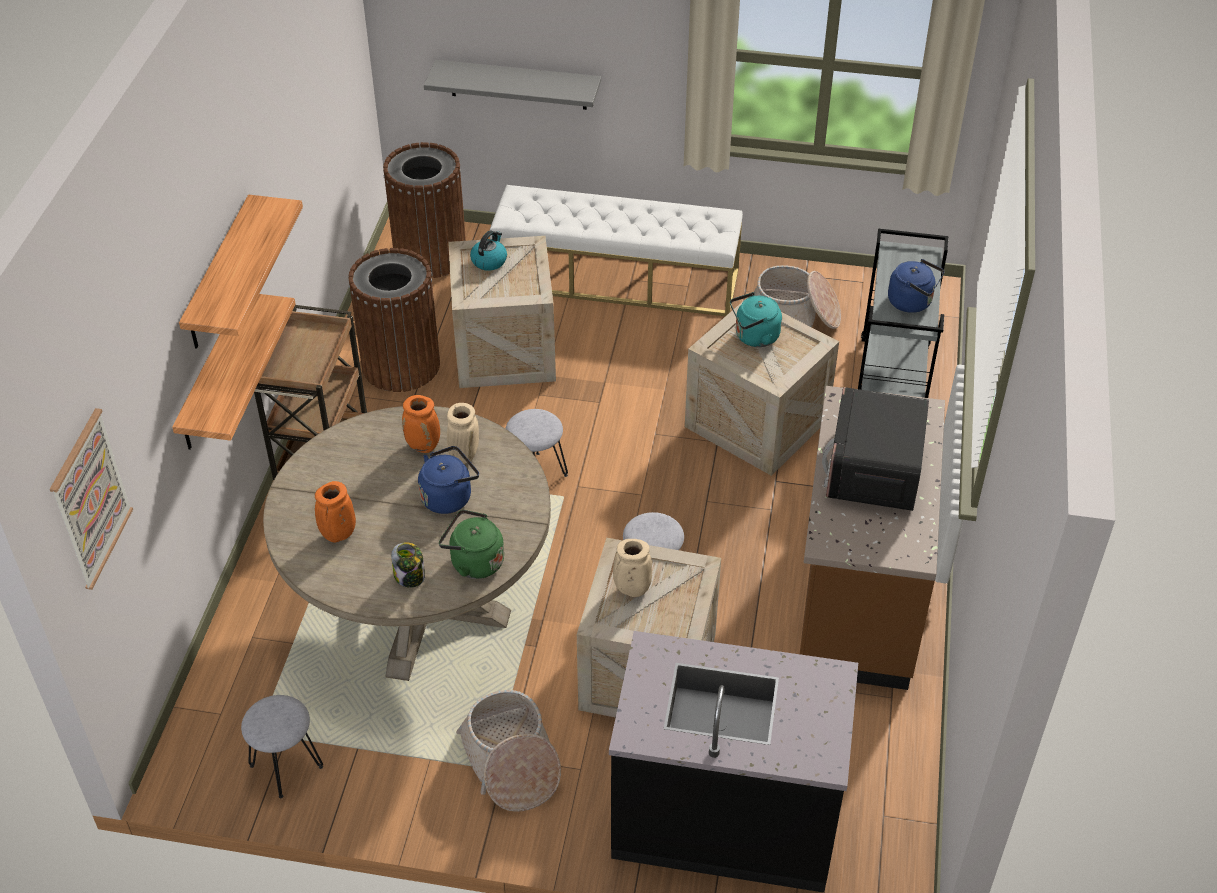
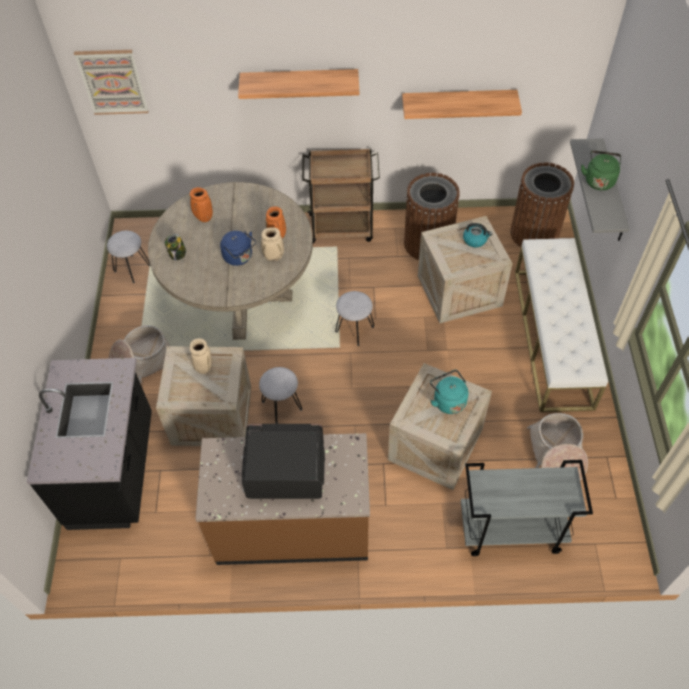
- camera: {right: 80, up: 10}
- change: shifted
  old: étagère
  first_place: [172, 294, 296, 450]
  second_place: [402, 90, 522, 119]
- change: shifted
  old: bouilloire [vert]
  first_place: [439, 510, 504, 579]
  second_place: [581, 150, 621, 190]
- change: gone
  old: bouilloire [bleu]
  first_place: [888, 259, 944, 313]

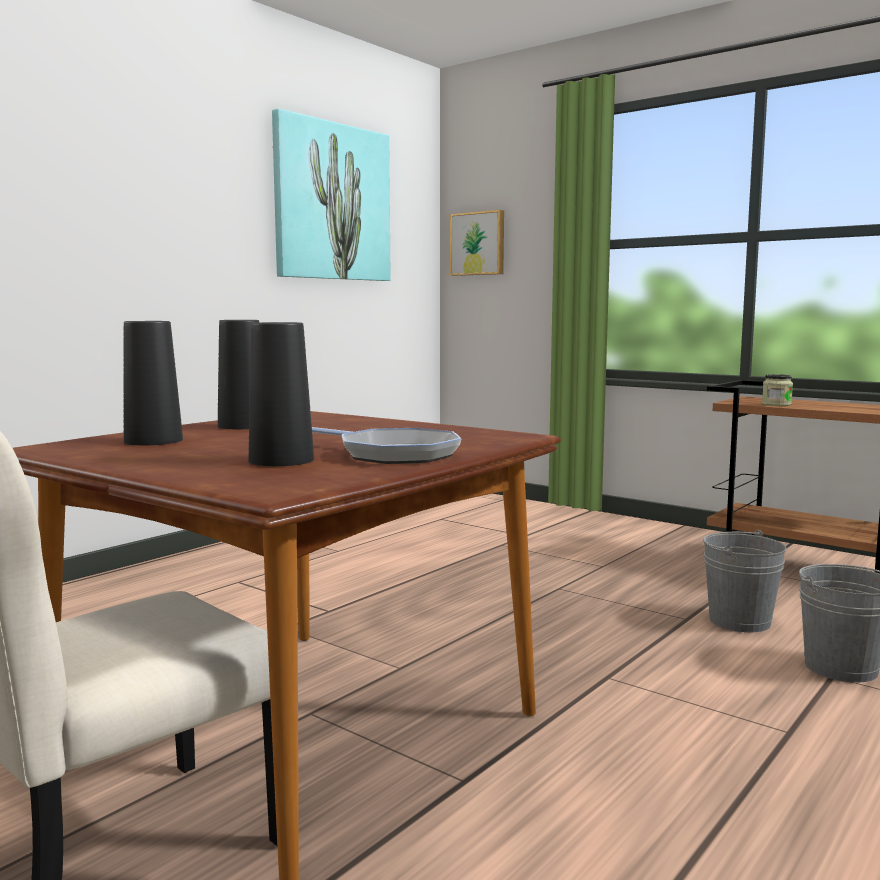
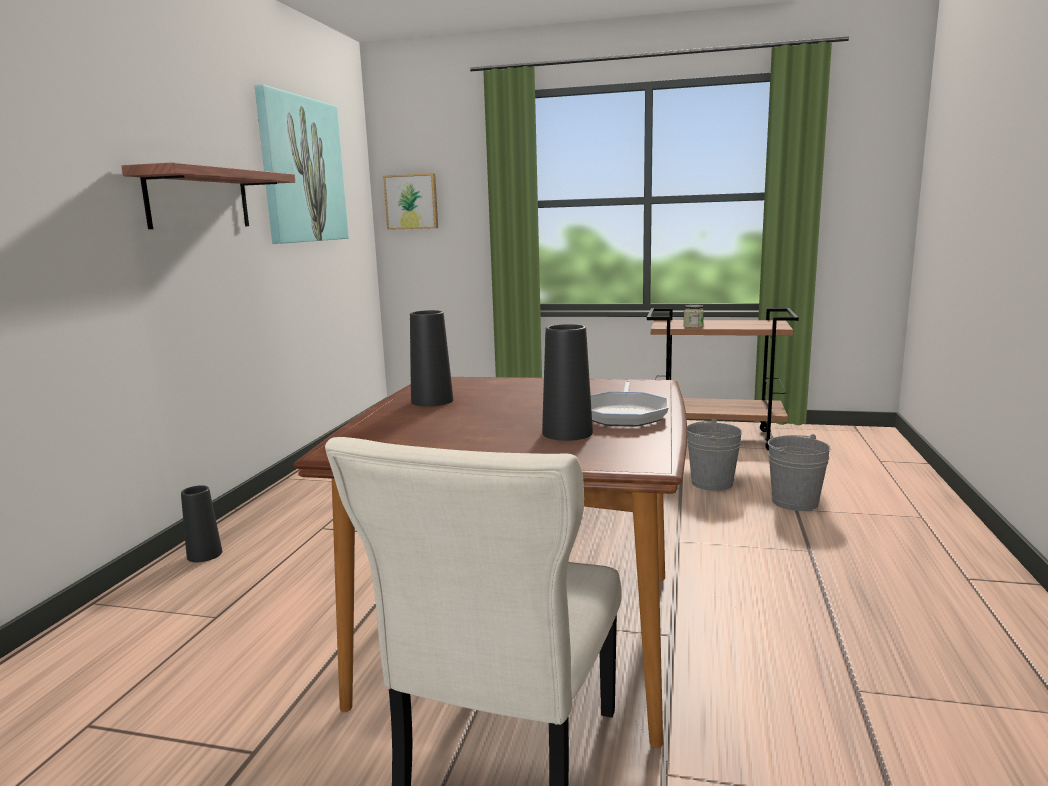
- camera: {right: -25, up: 5}
- change: new
  new: étagère
  second_place: [122, 162, 295, 229]
- change: shifted
  old: vase [noir]
  first_place: [123, 321, 183, 445]
  second_place: [181, 485, 222, 562]
- change: rotated
  old: poêle
  first_place: [312, 427, 462, 464]
  second_place: [591, 381, 669, 426]
  degrees: 90

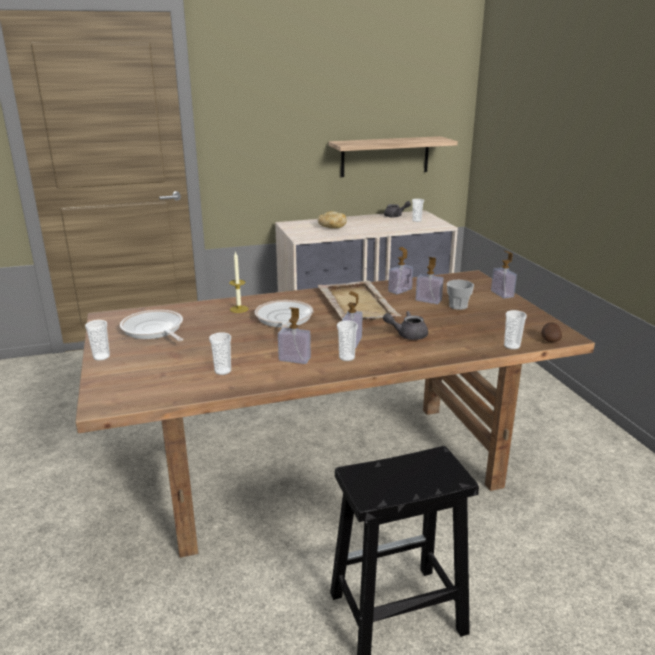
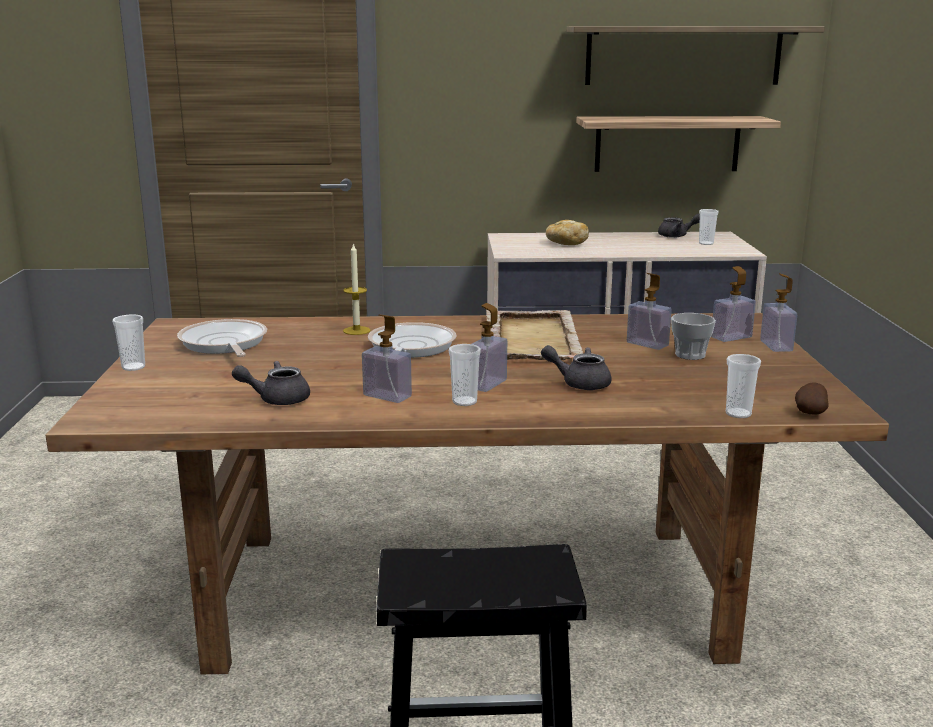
- camera: {right: 15, up: -5}
- change: swapped
  old: tasse
  new: théière [gris]
  first_place: [209, 332, 231, 375]
  second_place: [232, 361, 310, 405]
- change: new
  new: étagère
  second_place: [566, 26, 825, 85]
- change: shifted
  old: distributeur de savon
  first_place: [388, 247, 413, 294]
  second_place: [711, 266, 756, 342]

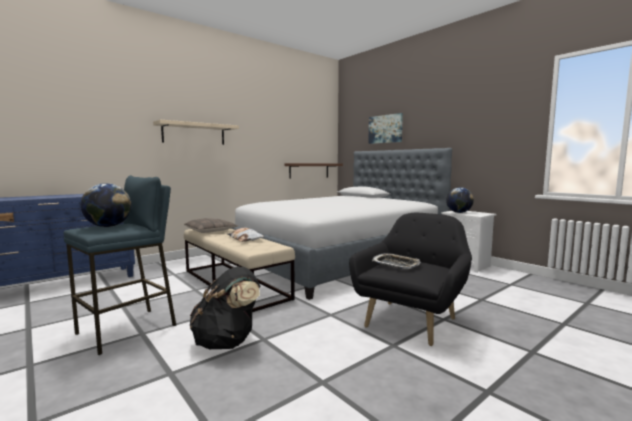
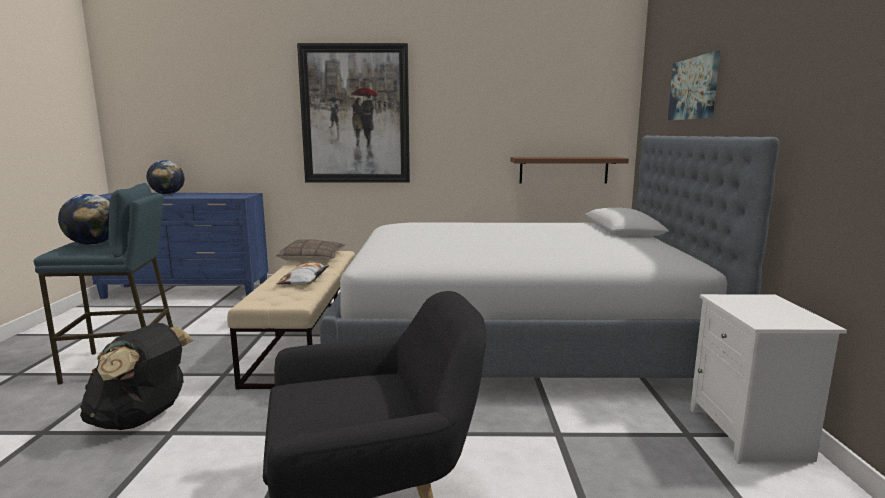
- camera: {right: 40, up: 5}
- change: shifted
  old: globe
  first_place: [446, 187, 474, 213]
  second_place: [146, 160, 185, 194]
- change: swapped
  old: étagère [beige]
  new: tableau
  first_place: [153, 120, 239, 145]
  second_place: [297, 43, 410, 183]
- change: gone
  old: plateau
  first_place: [372, 253, 420, 269]

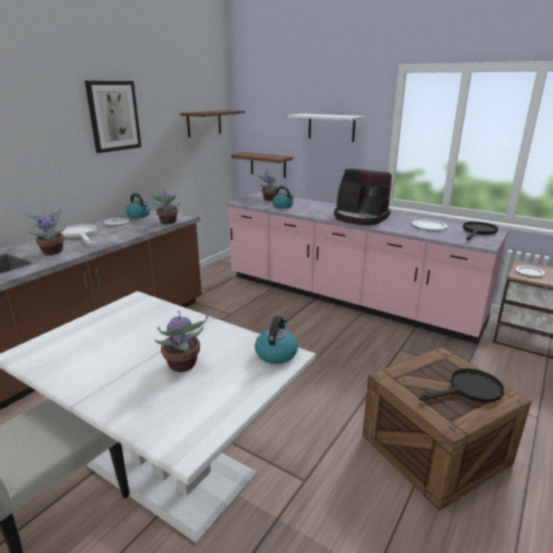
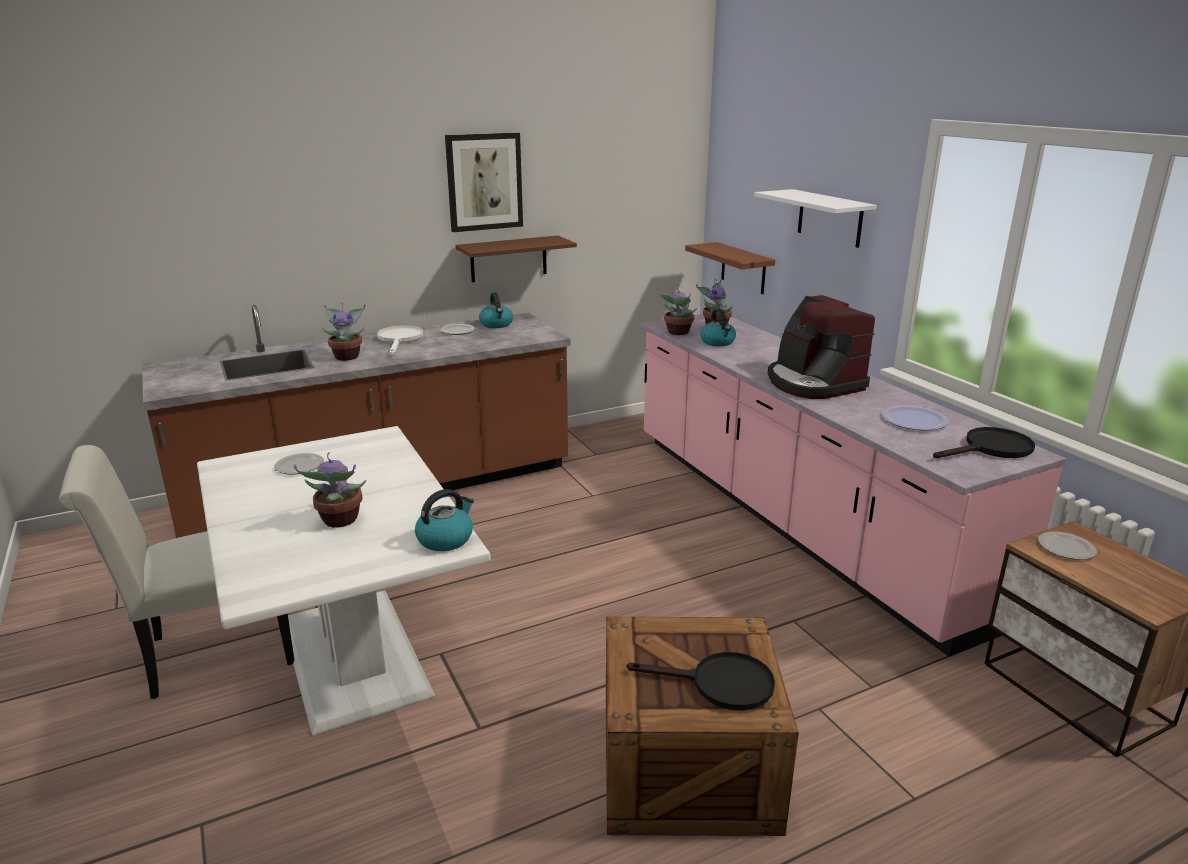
- camera: {right: 30, up: 0}
- change: new
  new: assiette
  second_place: [274, 453, 324, 474]
- change: shifted
  old: étagère [marron]
  first_place: [180, 110, 245, 138]
  second_place: [456, 236, 577, 282]
- change: shifted
  old: plante en pot
  first_place: [149, 188, 180, 224]
  second_place: [657, 285, 697, 335]

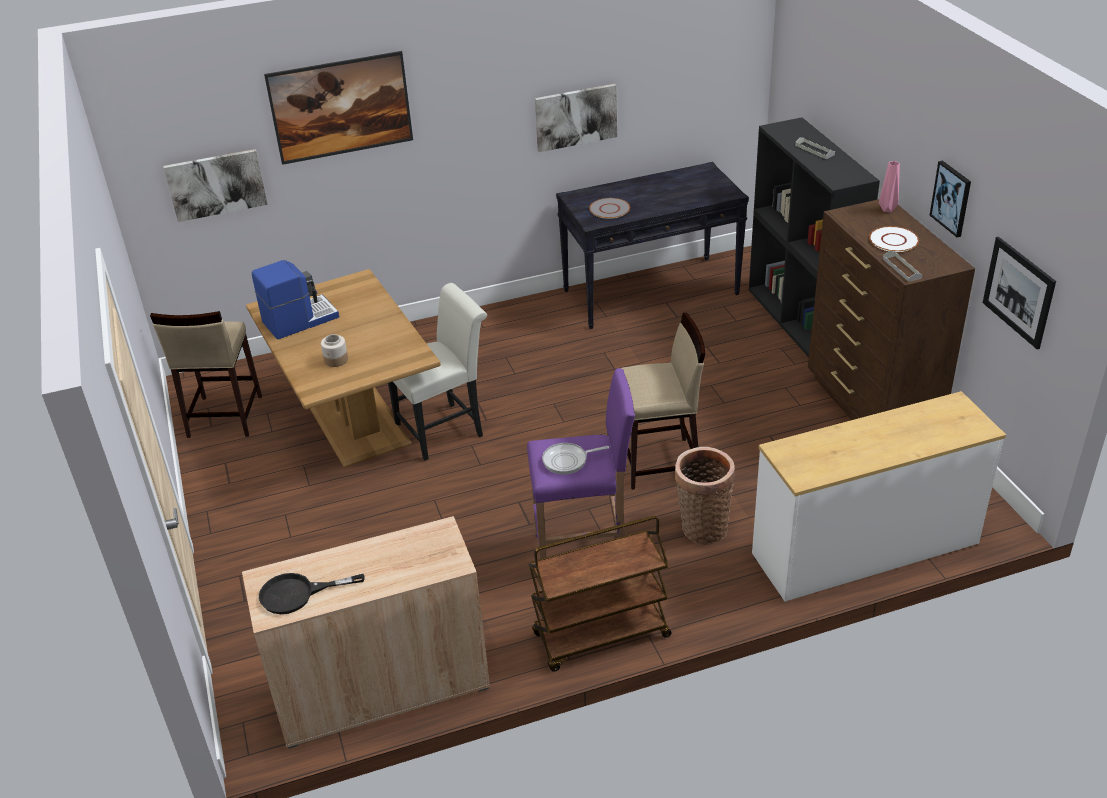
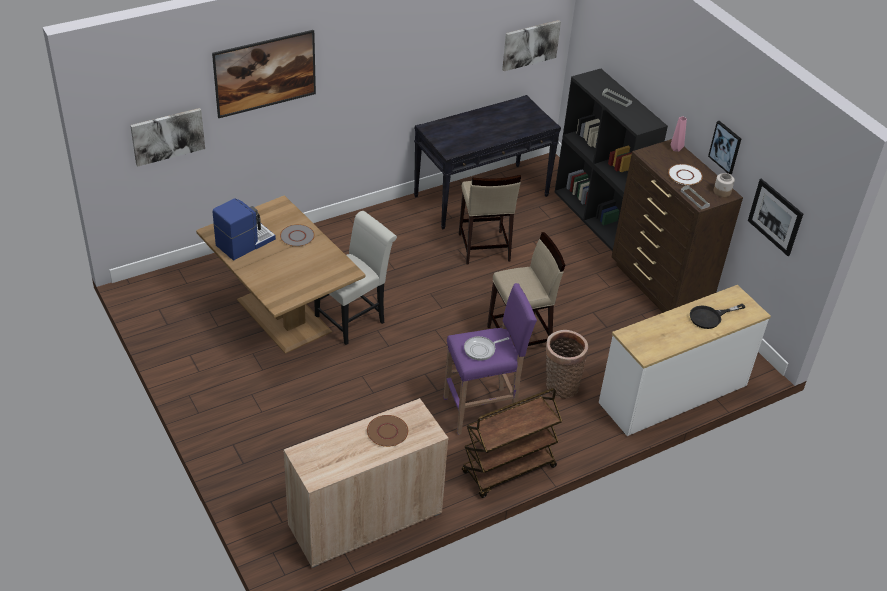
- camera: {right: -15, up: 5}
- change: shifted
  old: assiette [gris]
  first_place: [589, 198, 630, 219]
  second_place: [280, 224, 315, 247]
- change: new
  new: assiette [marron]
  second_place: [367, 415, 408, 447]
- change: shifted
  old: tabouret [beige]
  first_place: [150, 311, 262, 438]
  second_place: [459, 175, 521, 264]
- change: shifted
  old: tableau
  first_place: [535, 84, 617, 152]
  second_place: [502, 20, 561, 71]
- change: shifted
  old: poêle [noir]
  first_place: [259, 573, 365, 614]
  second_place: [690, 304, 745, 329]
- change: shifted
  old: bocal
  first_place: [321, 334, 348, 367]
  second_place: [713, 173, 735, 197]

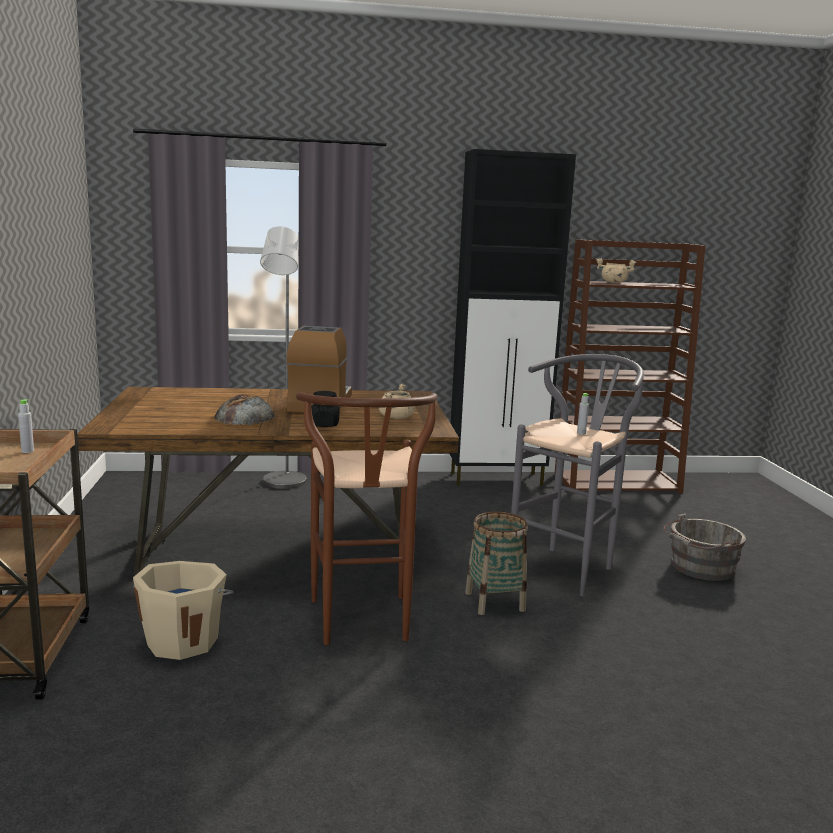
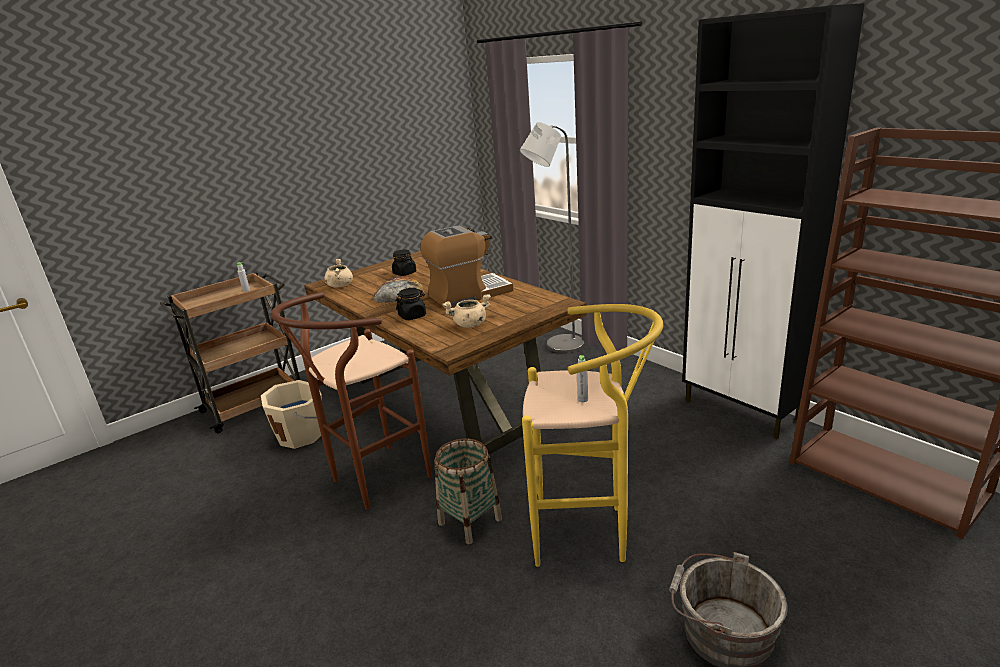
- camera: {right: 60, up: 10}
- change: shifted
  old: marmite [beige]
  first_place: [596, 258, 636, 283]
  second_place: [324, 259, 353, 287]
- change: new
  new: bocal [noir]
  second_place: [392, 250, 416, 276]
- change: repainted
  old: tabouret [gris]
  new: tabouret [jaune]
  first_place: [511, 354, 644, 596]
  second_place: [522, 304, 663, 567]

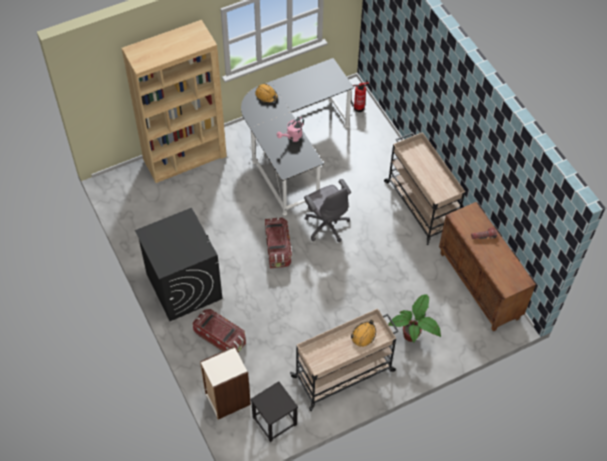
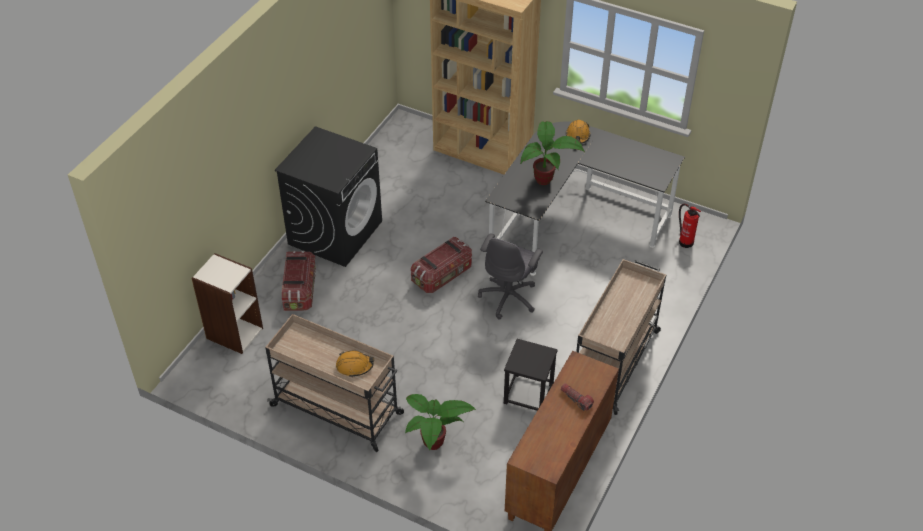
- camera: {right: 55, up: -10}
- change: shifted
  old: tabouret [noir]
  first_place: [250, 381, 298, 442]
  second_place: [504, 339, 558, 411]
- change: swapped
  old: arrosoir [rose]
  new: plante en pot
  first_place: [277, 117, 304, 142]
  second_place: [520, 121, 585, 185]

